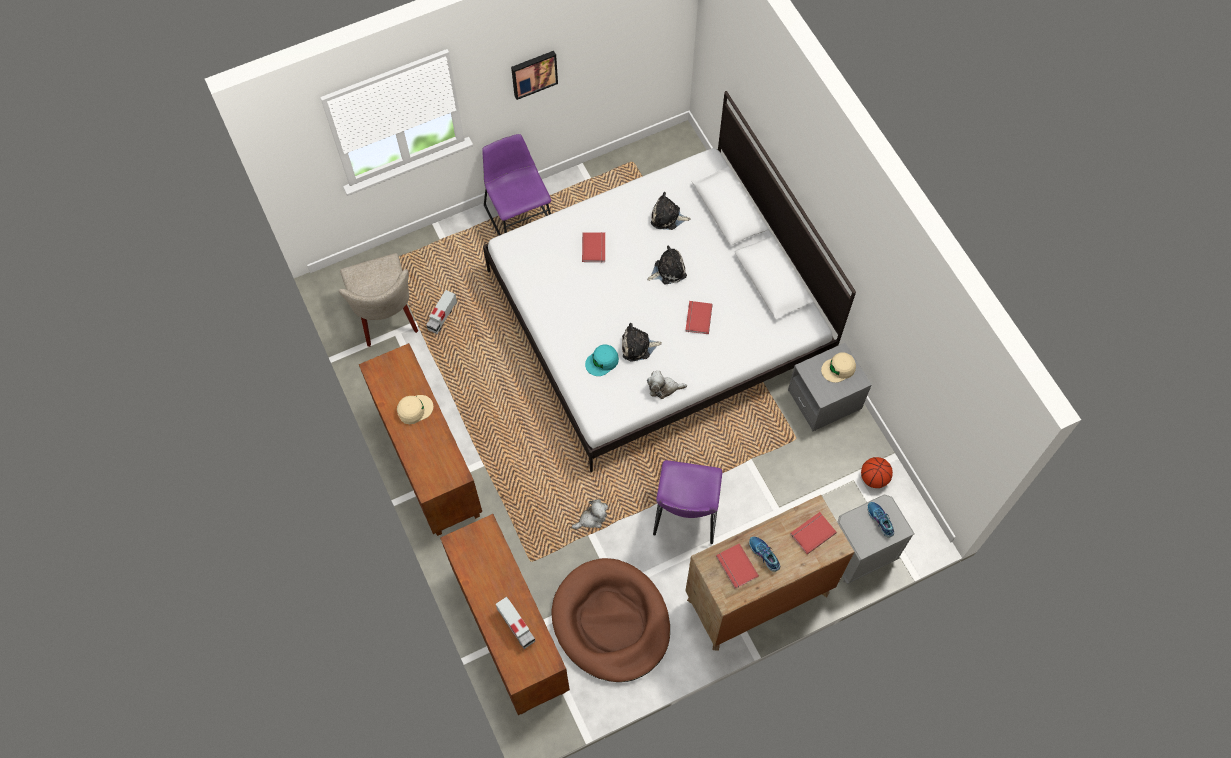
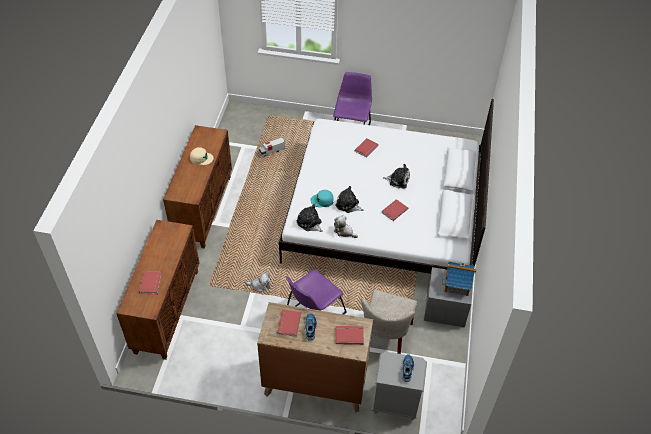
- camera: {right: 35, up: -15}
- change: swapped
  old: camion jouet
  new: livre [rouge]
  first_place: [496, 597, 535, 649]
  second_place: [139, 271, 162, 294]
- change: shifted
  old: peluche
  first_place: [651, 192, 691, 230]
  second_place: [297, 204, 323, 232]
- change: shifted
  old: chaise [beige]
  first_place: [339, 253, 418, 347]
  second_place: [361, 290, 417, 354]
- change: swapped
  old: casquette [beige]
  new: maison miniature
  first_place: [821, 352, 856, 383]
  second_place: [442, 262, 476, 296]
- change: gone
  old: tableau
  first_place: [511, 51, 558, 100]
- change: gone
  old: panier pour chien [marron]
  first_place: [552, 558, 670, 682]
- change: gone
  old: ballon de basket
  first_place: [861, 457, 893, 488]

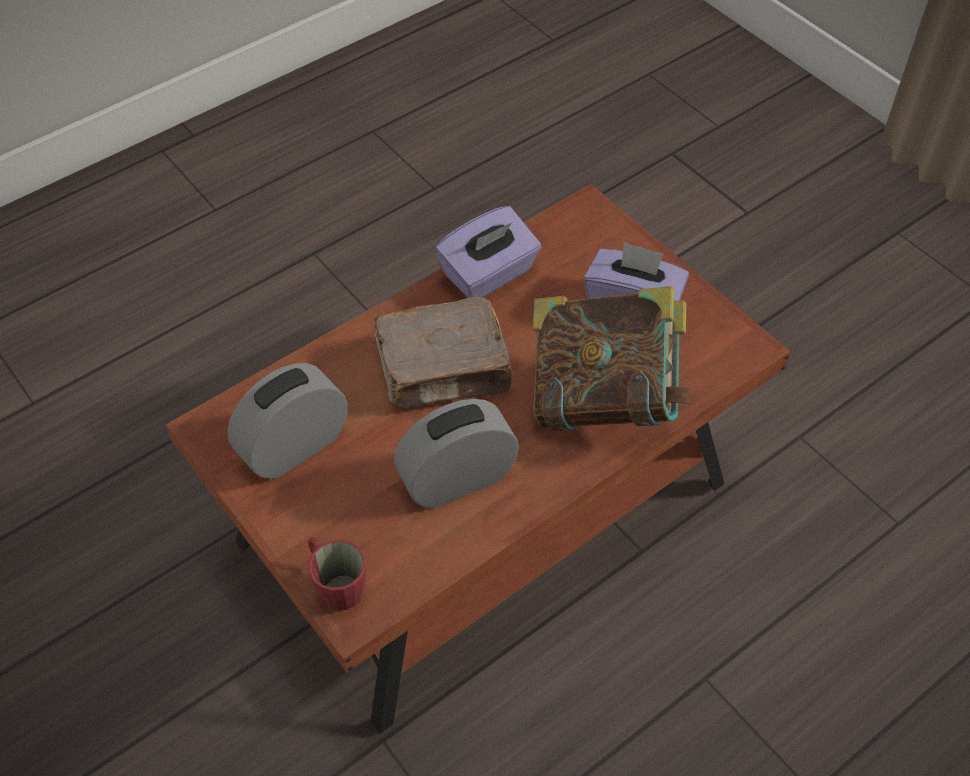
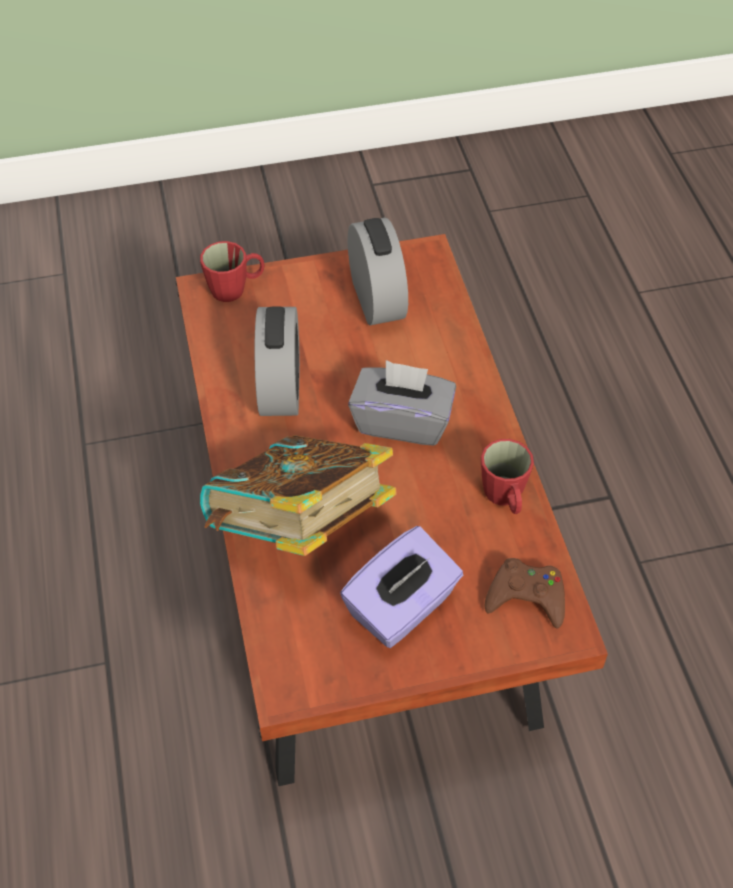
- camera: {right: 115, up: 0}
- change: swapped
  old: livre [marron]
  new: boîte à mouchoirs [gris]
  first_place: [375, 296, 514, 408]
  second_place: [348, 360, 456, 446]
- change: swapped
  old: boîte à mouchoirs [violet]
  new: mug [rouge]
  first_place: [435, 206, 541, 298]
  second_place: [481, 439, 534, 514]
- change: new
  new: manette [marron]
  second_place: [484, 558, 565, 629]

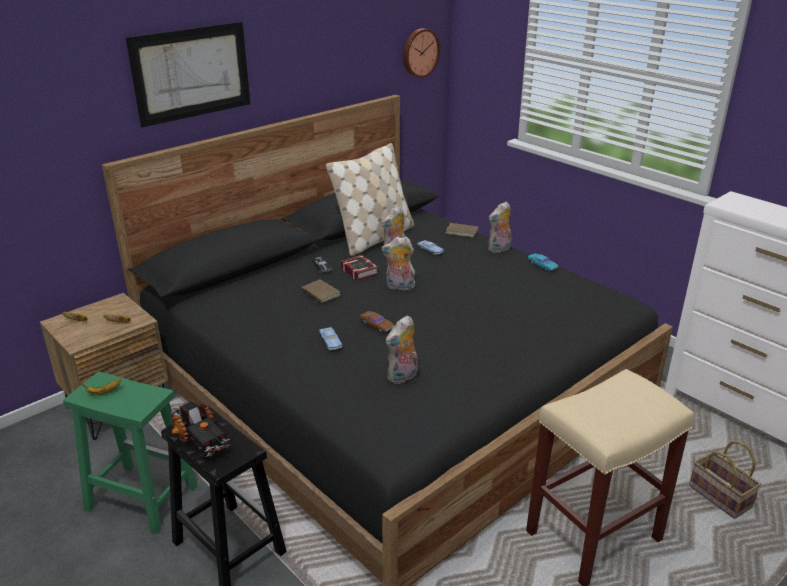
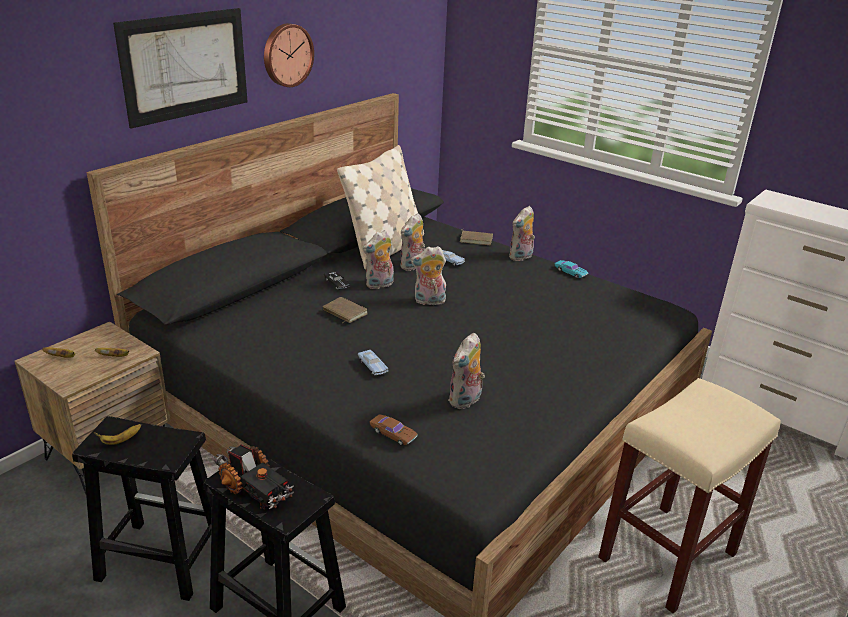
- camera: {right: -10, up: 0}
- change: repainted
  old: tabouret [vert]
  new: tabouret [noir]
  first_place: [63, 372, 198, 534]
  second_place: [72, 416, 212, 601]
- change: shifted
  old: horloge murale
  first_place: [403, 28, 440, 78]
  second_place: [264, 23, 314, 87]
- change: swapped
  old: livre
  new: peluche
  first_place: [341, 255, 379, 281]
  second_place: [363, 230, 394, 289]
- change: shifted
  old: petite voiture [marron]
  first_place: [360, 311, 394, 333]
  second_place: [369, 414, 418, 445]
- change: gone
  old: panier
  first_place: [689, 441, 762, 519]

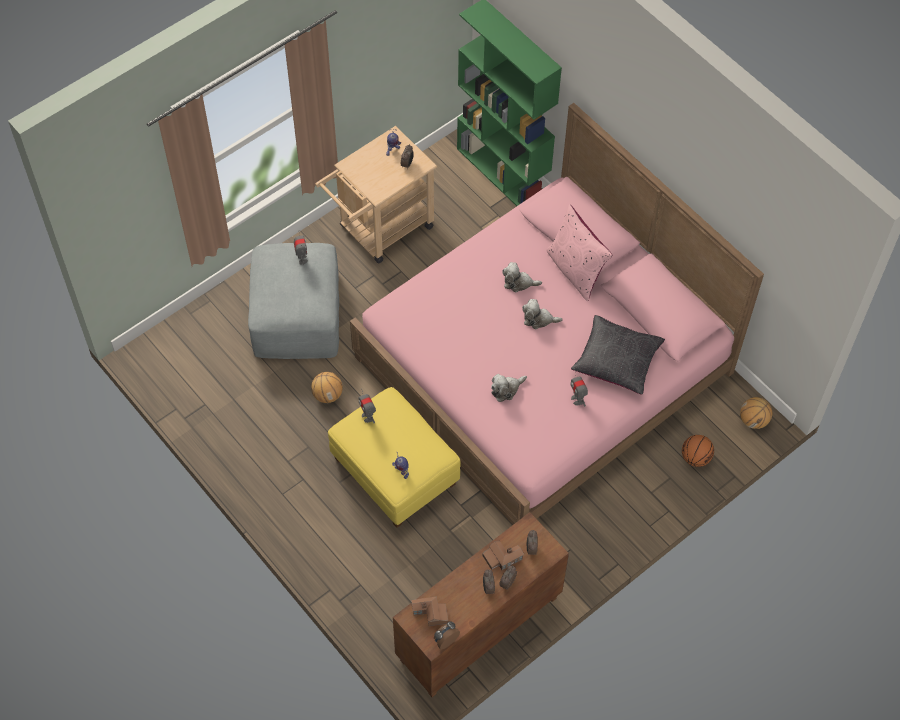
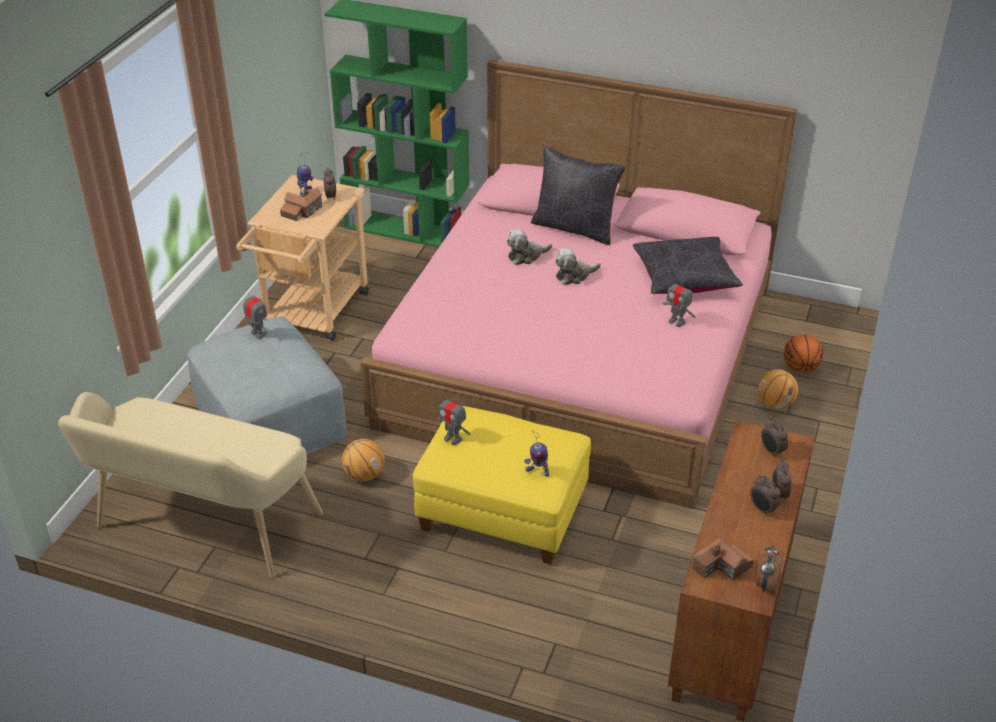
- camera: {right: -30, up: -20}
- change: new
  new: banc [beige]
  second_place: [58, 392, 323, 578]
- change: shifted
  old: maison miniature
  first_place: [482, 541, 524, 570]
  second_place: [280, 188, 322, 221]
- change: repainted
  old: coussin [rose]
  new: coussin [noir]
  first_place: [546, 204, 612, 301]
  second_place: [531, 146, 625, 245]
- change: shifted
  old: ballon de basket
  first_place: [740, 397, 772, 429]
  second_place: [758, 369, 798, 409]
- change: gone
  old: peluche
  first_place: [491, 374, 527, 402]

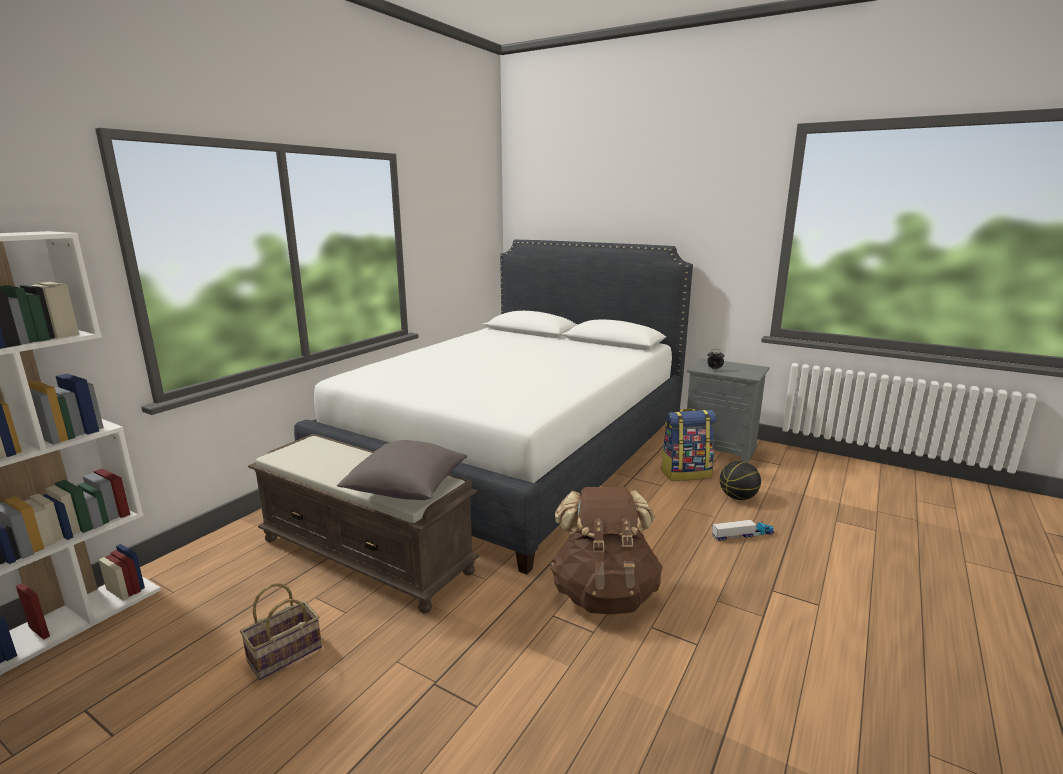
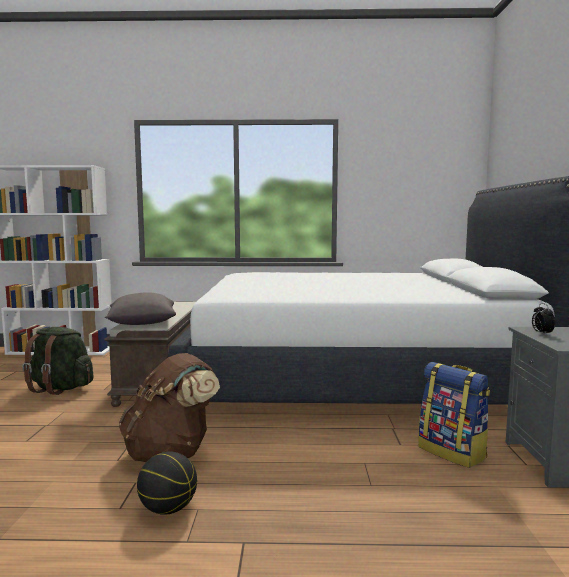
- camera: {right: 60, up: -10}
- change: swapped
  old: panier
  new: sac à dos [vert]
  first_place: [240, 583, 322, 680]
  second_place: [22, 327, 93, 395]
- change: shifted
  old: ballon de basket
  first_place: [720, 461, 761, 500]
  second_place: [137, 452, 197, 515]
- change: gone
  old: camion jouet
  first_place: [712, 520, 774, 541]

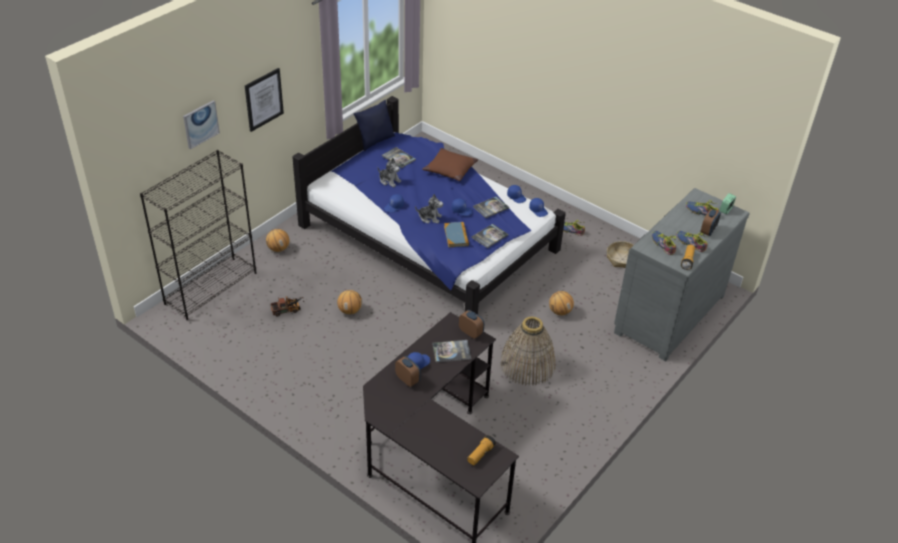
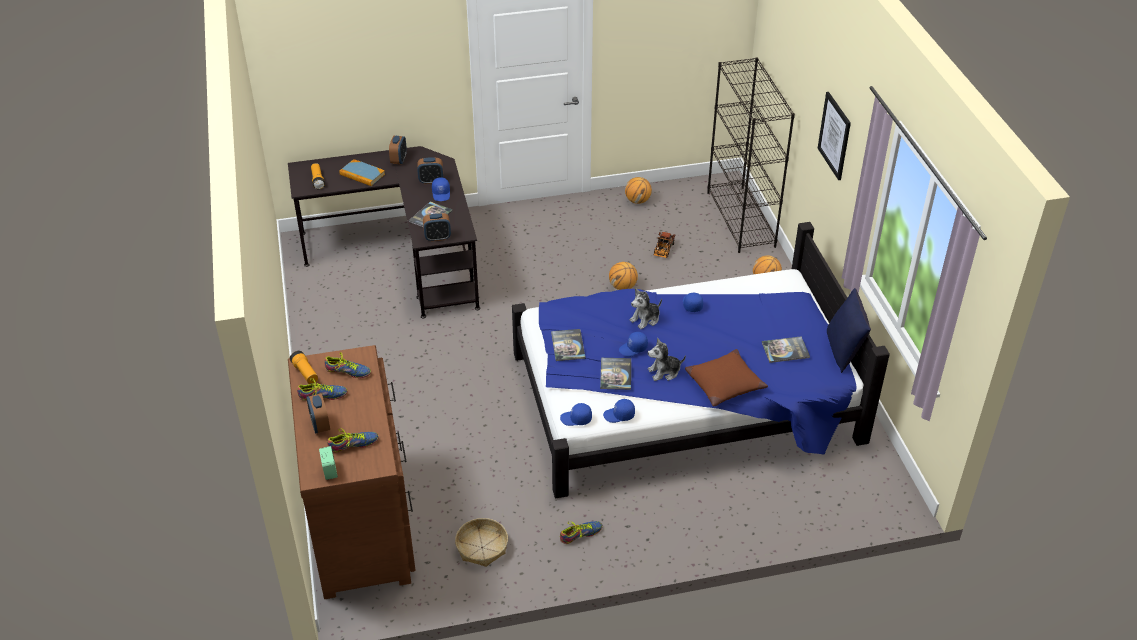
- camera: {right: 130, up: 0}
- change: repainted
  old: commode [gris]
  new: commode [marron]
  first_place: [614, 188, 750, 361]
  second_place: [288, 345, 415, 599]
- change: shifted
  old: livre
  first_place: [444, 222, 469, 247]
  second_place: [339, 159, 385, 186]
- change: new
  new: réveil
  second_place: [389, 136, 407, 165]
- change: shifted
  old: ballon de basket
  first_place: [549, 291, 574, 316]
  second_place: [625, 177, 652, 204]
- change: shifted
  old: peluche
  first_place: [377, 158, 401, 187]
  second_place: [648, 338, 686, 381]
- change: gone
  old: tableau
  first_place: [183, 100, 220, 149]
- change: gone
  old: panier
  first_place: [500, 317, 555, 386]

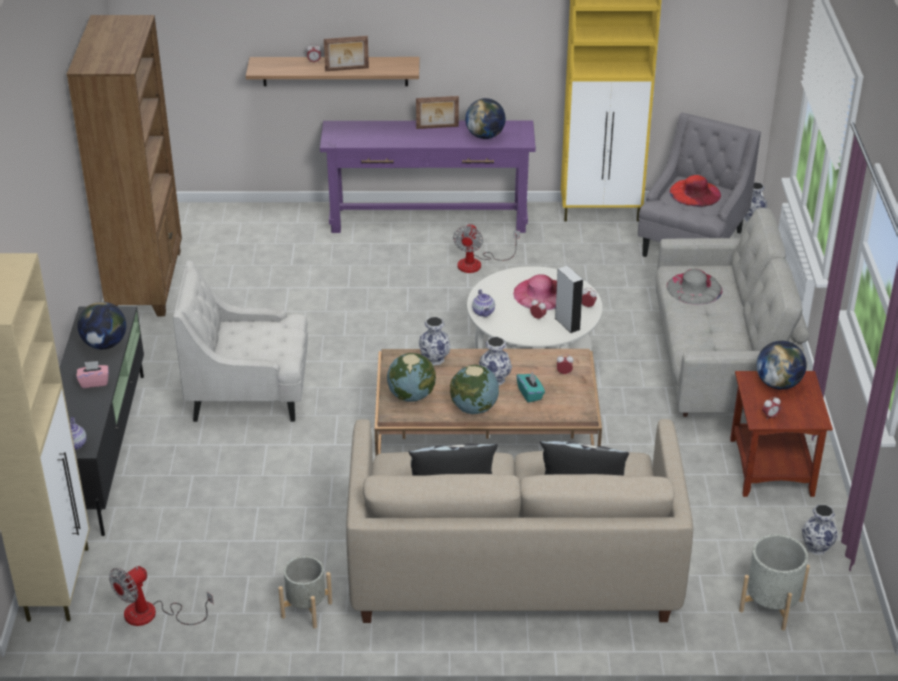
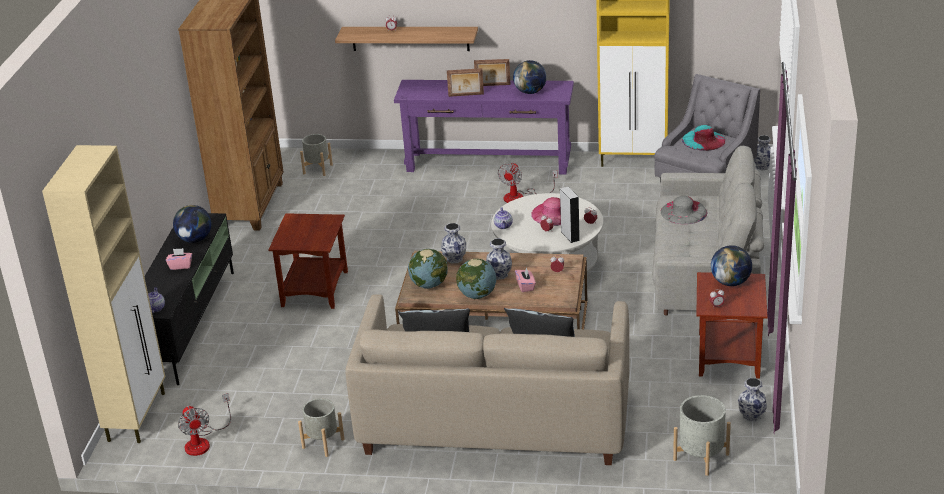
- camera: {right: 10, up: -5}
- change: rotated
  old: ventilateur
  first_place: [109, 566, 214, 626]
  second_place: [178, 393, 231, 456]
  degrees: -75
- change: swapped
  old: fauteuil [blanc]
  new: table d'appoint [marron]
  first_place: [173, 260, 308, 422]
  second_place: [268, 213, 348, 309]
- change: new
  new: cache-pot [gris]
  second_place: [300, 134, 333, 176]
- change: shifted
  old: cadre photo
  first_place: [324, 36, 369, 71]
  second_place: [447, 68, 484, 97]
- change: repainted
  old: boîte à mouchoirs [turquoise]
  new: boîte à mouchoirs [rose]
  first_place: [516, 372, 545, 403]
  second_place: [515, 267, 536, 292]
- change: repainted
  old: chapeau [rouge]
  new: chapeau [turquoise]
  first_place: [670, 175, 721, 207]
  second_place: [682, 125, 725, 151]

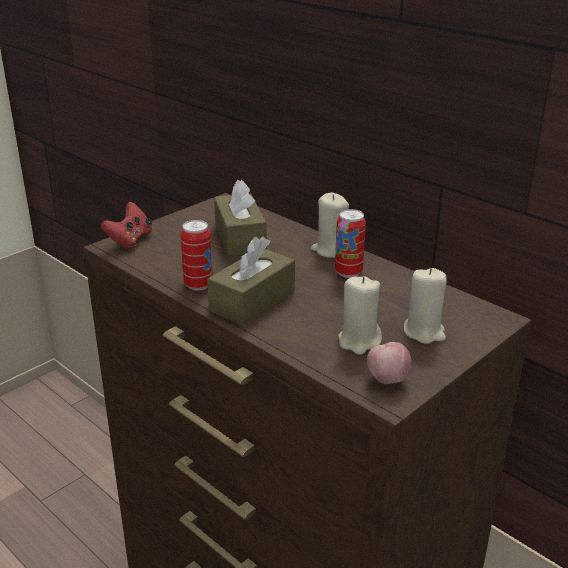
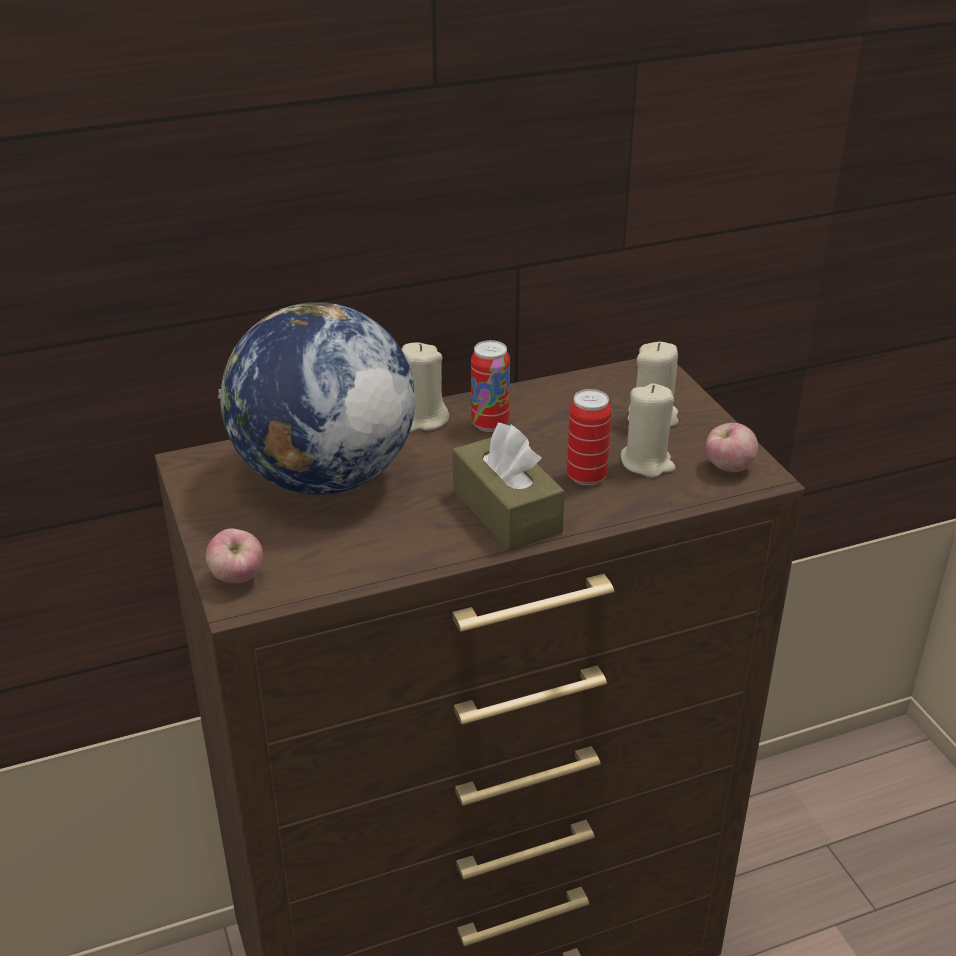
- camera: {right: -65, up: 5}
- change: swapped
  old: manette [rouge]
  new: pomme
  first_place: [101, 202, 152, 249]
  second_place: [206, 528, 263, 583]
- change: swapped
  old: boîte à mouchoirs [marron]
  new: globe
  first_place: [214, 179, 267, 256]
  second_place: [218, 302, 415, 495]
- change: shifted
  old: boîte métallique
  first_place: [181, 220, 213, 291]
  second_place: [567, 389, 611, 485]

